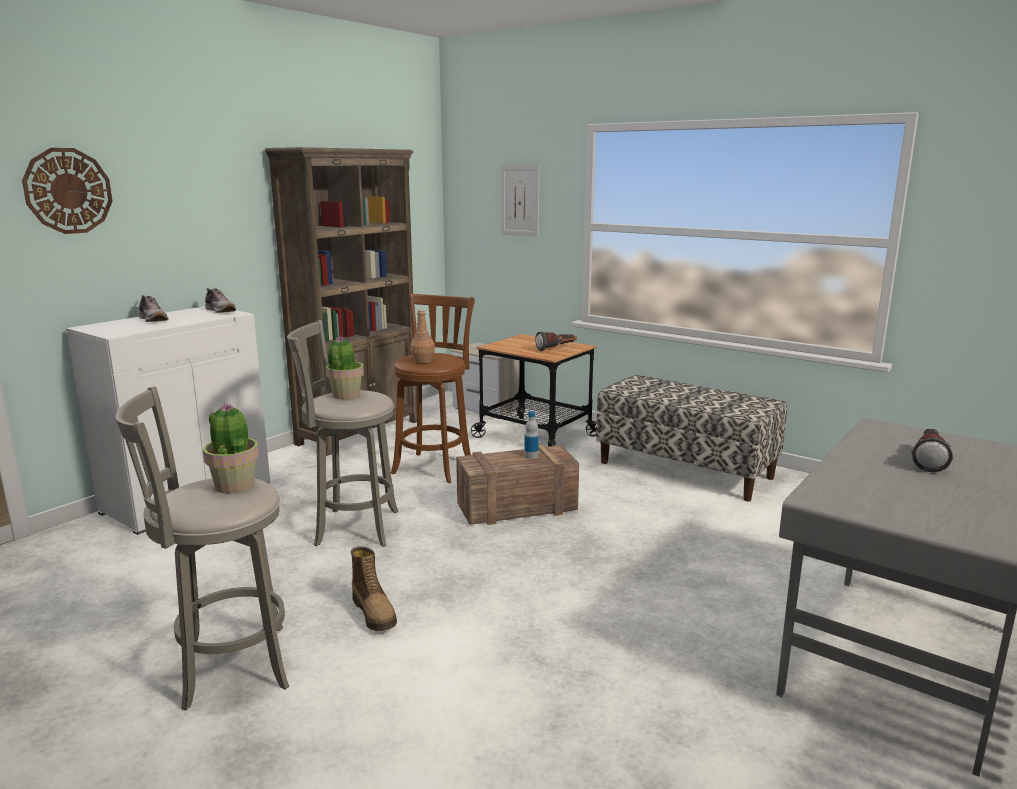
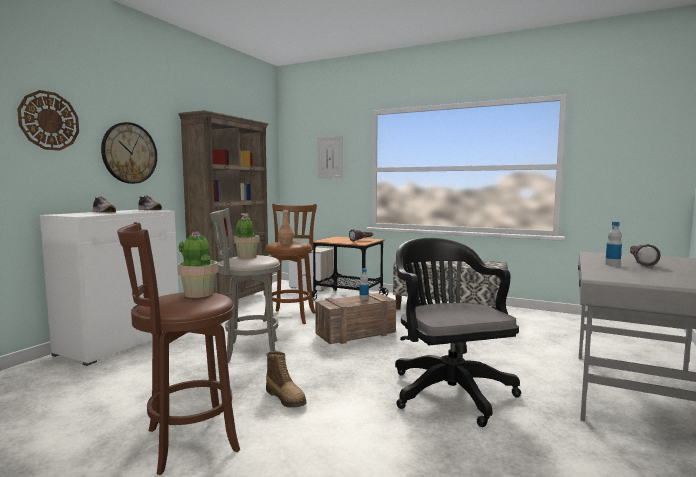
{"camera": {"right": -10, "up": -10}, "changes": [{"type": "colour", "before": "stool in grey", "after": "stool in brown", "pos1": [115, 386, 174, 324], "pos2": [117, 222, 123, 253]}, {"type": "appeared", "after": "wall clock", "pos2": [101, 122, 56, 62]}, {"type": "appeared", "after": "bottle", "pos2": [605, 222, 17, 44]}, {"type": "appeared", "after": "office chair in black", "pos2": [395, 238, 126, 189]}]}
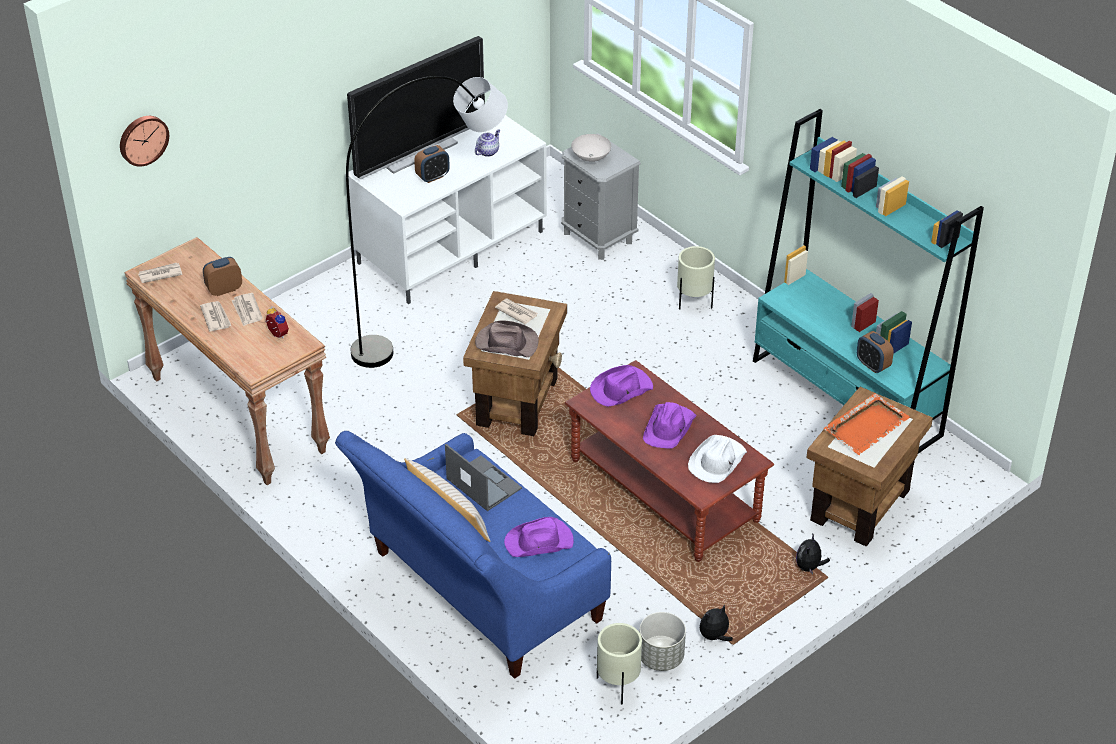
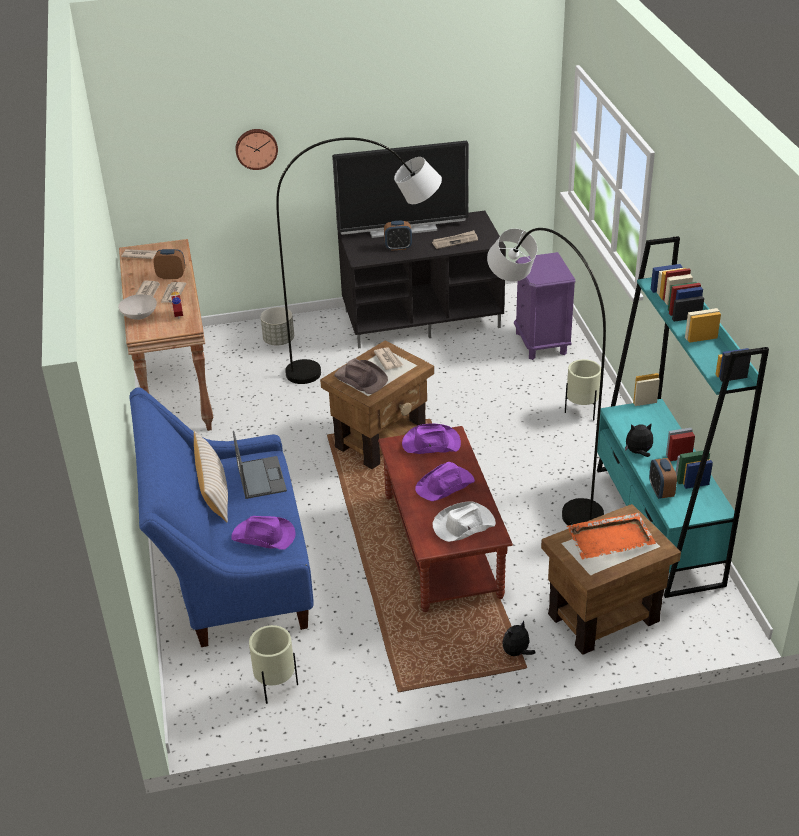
{"camera": {"right": 30, "up": -5}, "changes": [{"type": "colour", "before": "tv stand in white", "after": "tv stand in black", "pos1": [345, 115, 202, 189], "pos2": [338, 211, 168, 138]}, {"type": "relocated", "before": "wall clock", "pos1": [120, 116, 49, 51], "pos2": [235, 129, 43, 41]}, {"type": "exchanged", "before": "teapot", "after": "newspaper", "pos1": [475, 129, 25, 28], "pos2": [432, 230, 46, 19]}, {"type": "colour", "before": "nightstand in grey", "after": "nightstand in purple", "pos1": [561, 133, 80, 127], "pos2": [514, 252, 62, 108]}, {"type": "relocated", "before": "bowl in white", "pos1": [571, 134, 40, 28], "pos2": [118, 294, 39, 26]}, {"type": "relocated", "before": "plush toy", "pos1": [700, 605, 33, 36], "pos2": [625, 423, 28, 34]}, {"type": "relocated", "before": "planter in grey", "pos1": [639, 612, 47, 59], "pos2": [261, 307, 33, 38]}, {"type": "appeared", "after": "floor lamp in grey", "pos2": [487, 228, 119, 298]}]}
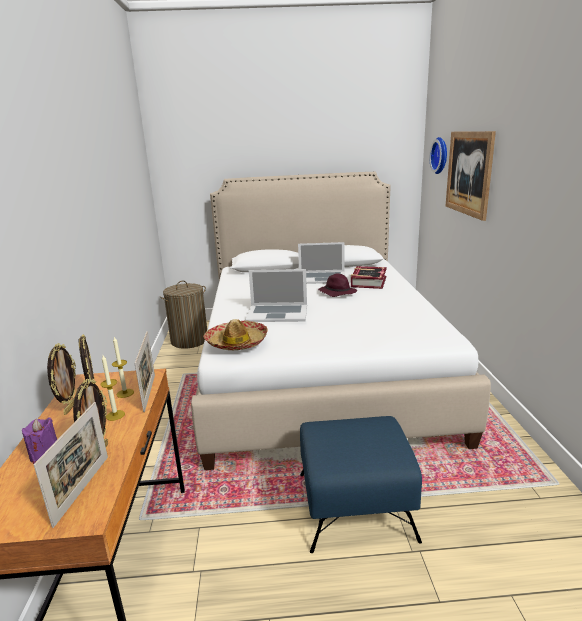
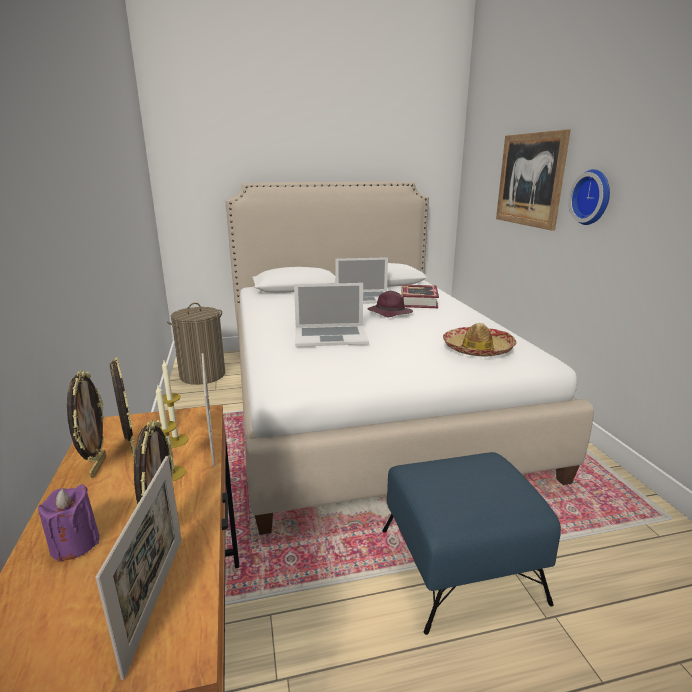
{"camera": {"right": -10, "up": 0}, "changes": [{"type": "relocated", "before": "wall clock", "pos1": [430, 137, 17, 37], "pos2": [569, 169, 41, 56]}, {"type": "relocated", "before": "hat", "pos1": [203, 319, 65, 31], "pos2": [443, 323, 74, 34]}]}
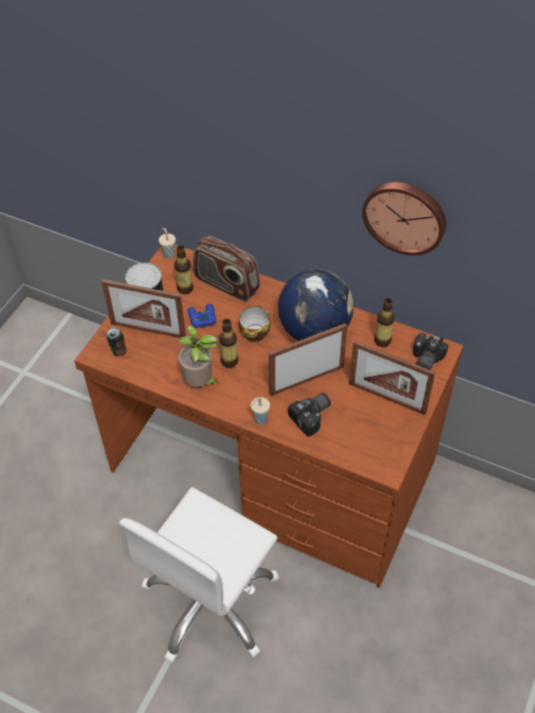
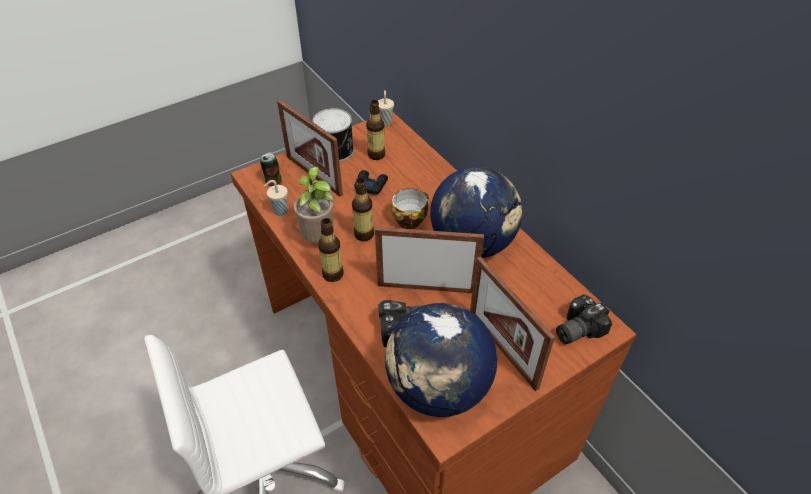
{"camera": {"right": 30, "up": -5}, "changes": [{"type": "missing", "before": "wall clock", "pos1": [362, 182, 84, 74]}, {"type": "missing", "before": "radio", "pos1": [193, 236, 67, 66]}, {"type": "relocated", "before": "bottle", "pos1": [374, 298, 21, 49], "pos2": [318, 218, 25, 64]}, {"type": "colour", "before": "game controller in blue", "after": "game controller in black", "pos1": [187, 304, 29, 24], "pos2": [355, 170, 33, 25]}, {"type": "relocated", "before": "cup in beige", "pos1": [250, 397, 20, 27], "pos2": [263, 180, 25, 36]}, {"type": "appeared", "after": "globe", "pos2": [385, 303, 112, 114]}]}
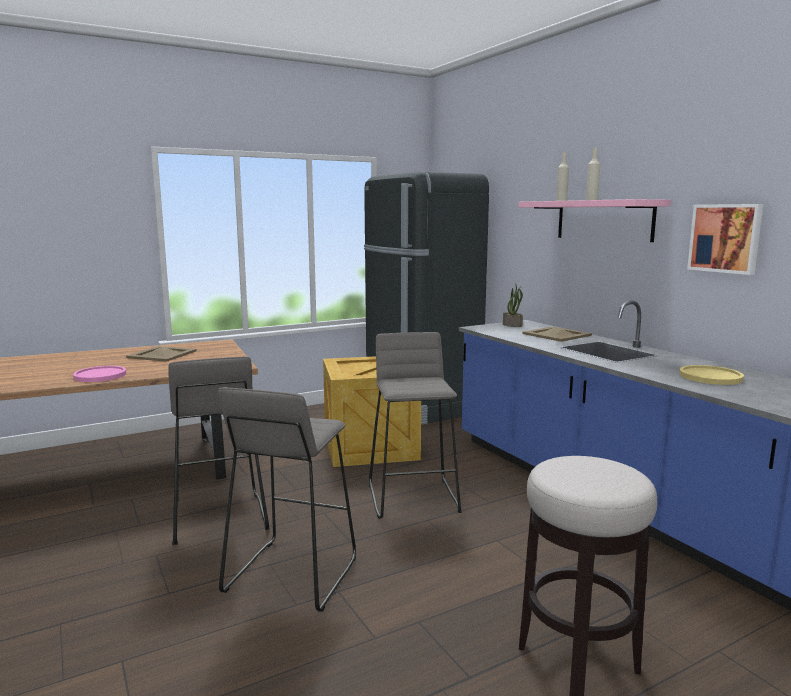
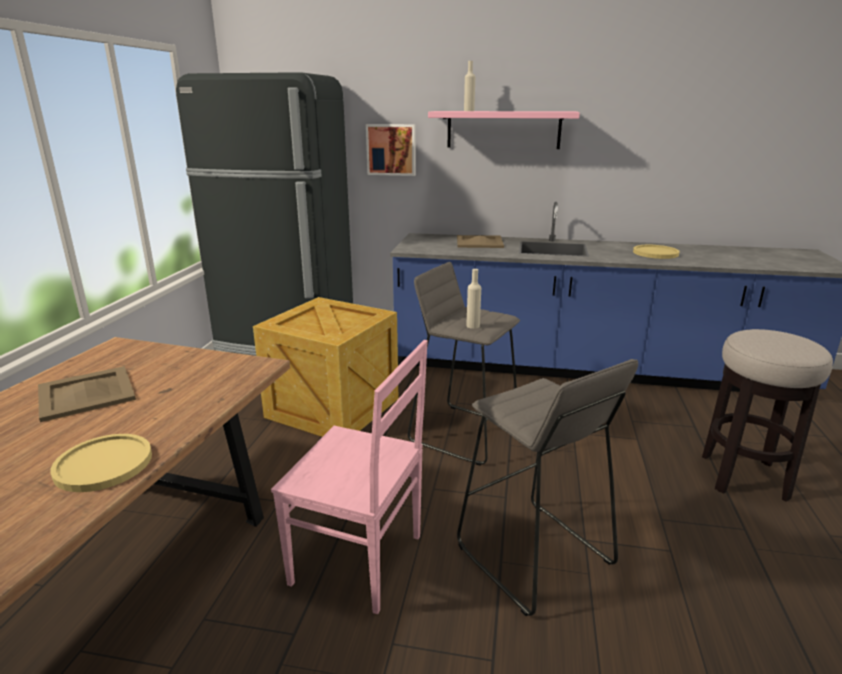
{"camera": {"right": -50, "up": 10}, "changes": [{"type": "relocated", "before": "bottle in beige", "pos1": [586, 148, 14, 52], "pos2": [466, 269, 15, 60]}, {"type": "relocated", "before": "picture", "pos1": [687, 204, 76, 71], "pos2": [366, 124, 50, 52]}, {"type": "missing", "before": "potted plant", "pos1": [503, 283, 20, 44]}, {"type": "exchanged", "before": "stool in grey", "after": "chair in pink", "pos1": [168, 356, 102, 189], "pos2": [271, 340, 157, 274]}, {"type": "colour", "before": "plate in pink", "after": "plate in yellow", "pos1": [73, 366, 53, 16], "pos2": [51, 434, 101, 58]}]}
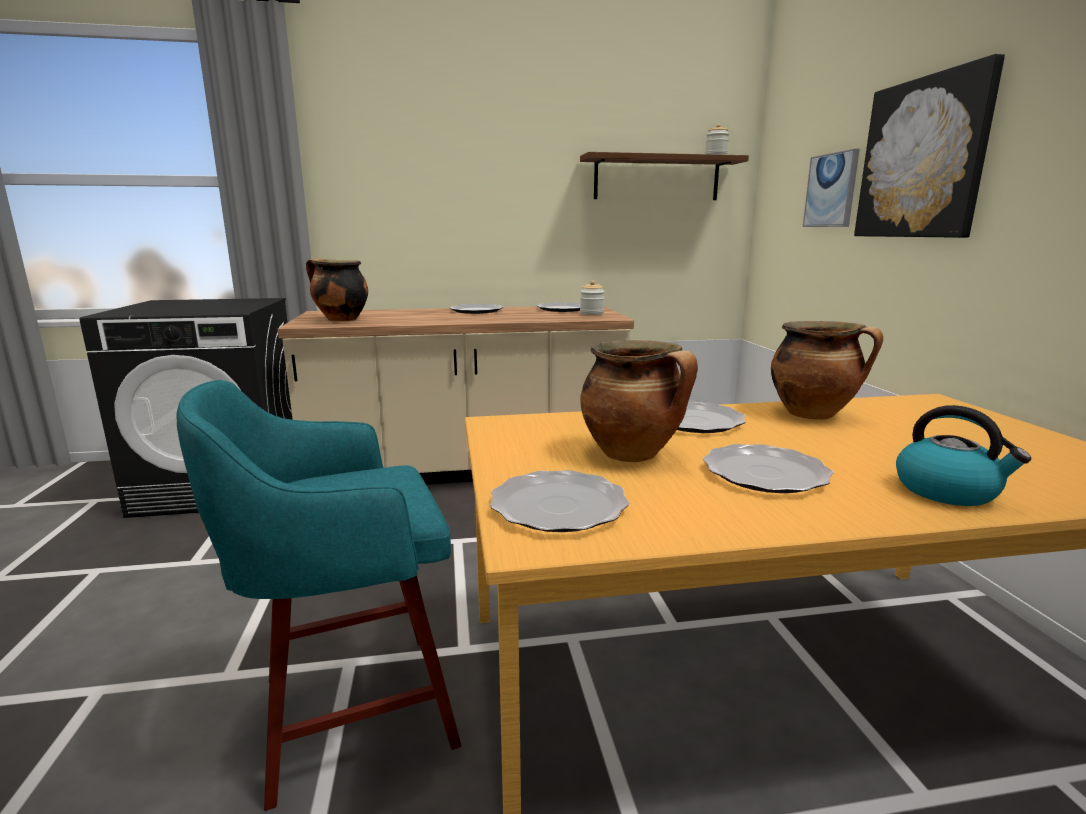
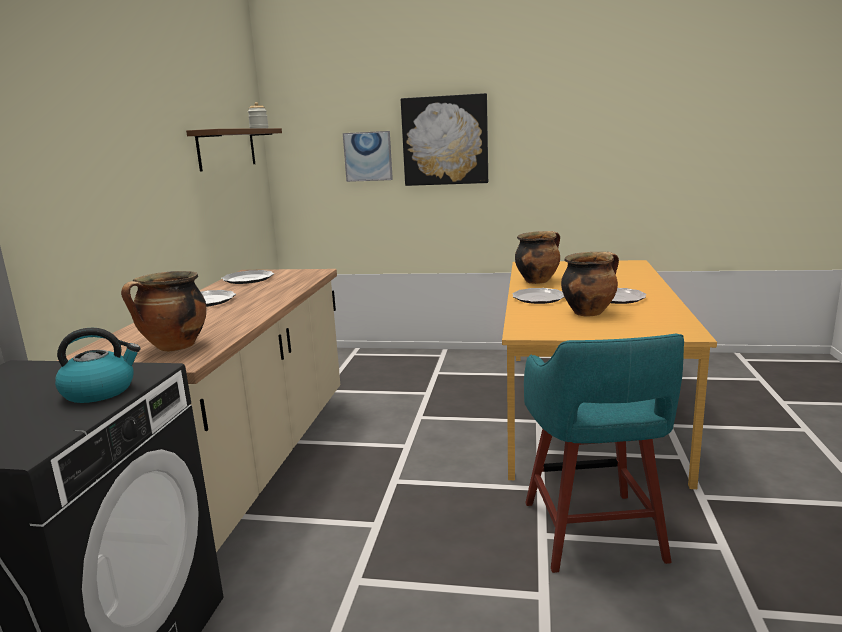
{"camera": {"right": -70, "up": 0}, "changes": [{"type": "missing", "before": "jar", "pos1": [580, 280, 24, 35]}, {"type": "relocated", "before": "kettle", "pos1": [896, 405, 135, 101], "pos2": [55, 328, 86, 75]}, {"type": "missing", "before": "plate", "pos1": [490, 470, 139, 62]}]}
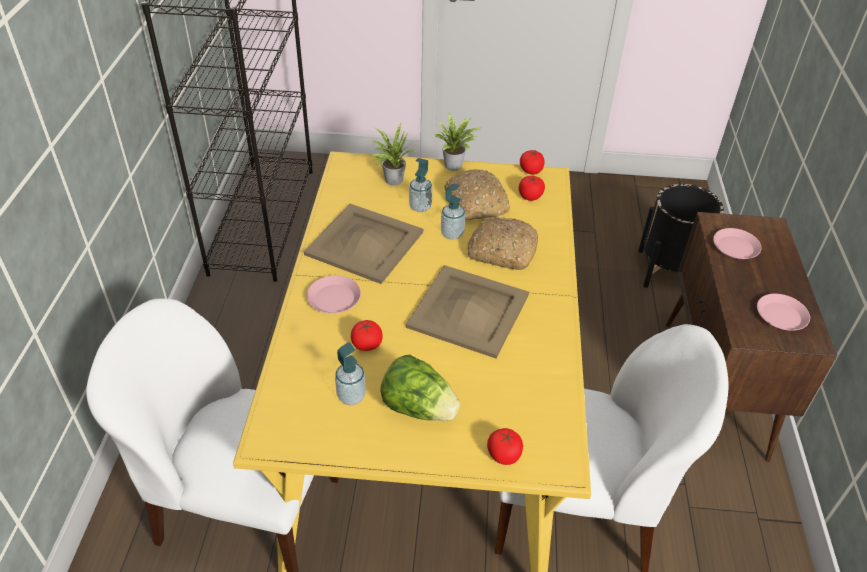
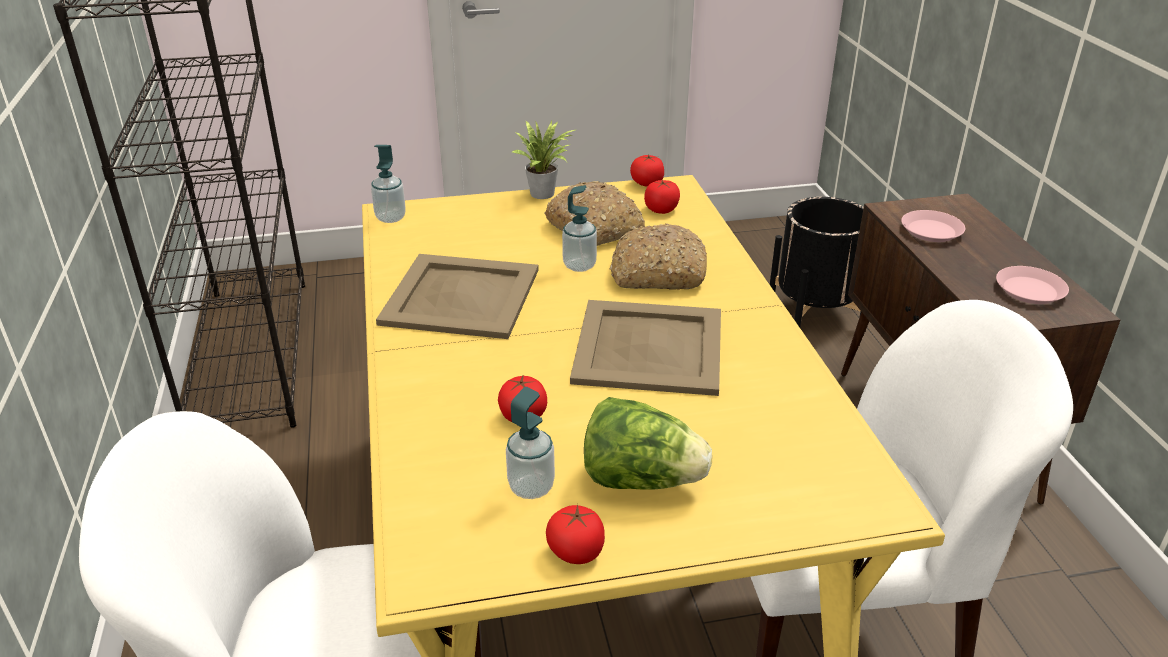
{"camera": {"right": -15, "up": -10}, "changes": [{"type": "missing", "before": "potted plant", "pos1": [367, 123, 48, 62]}, {"type": "relocated", "before": "soap dispenser", "pos1": [409, 158, 24, 54], "pos2": [371, 145, 35, 78]}, {"type": "missing", "before": "plate in pink", "pos1": [307, 275, 54, 39]}, {"type": "relocated", "before": "tomato", "pos1": [487, 428, 36, 37], "pos2": [546, 504, 59, 60]}]}
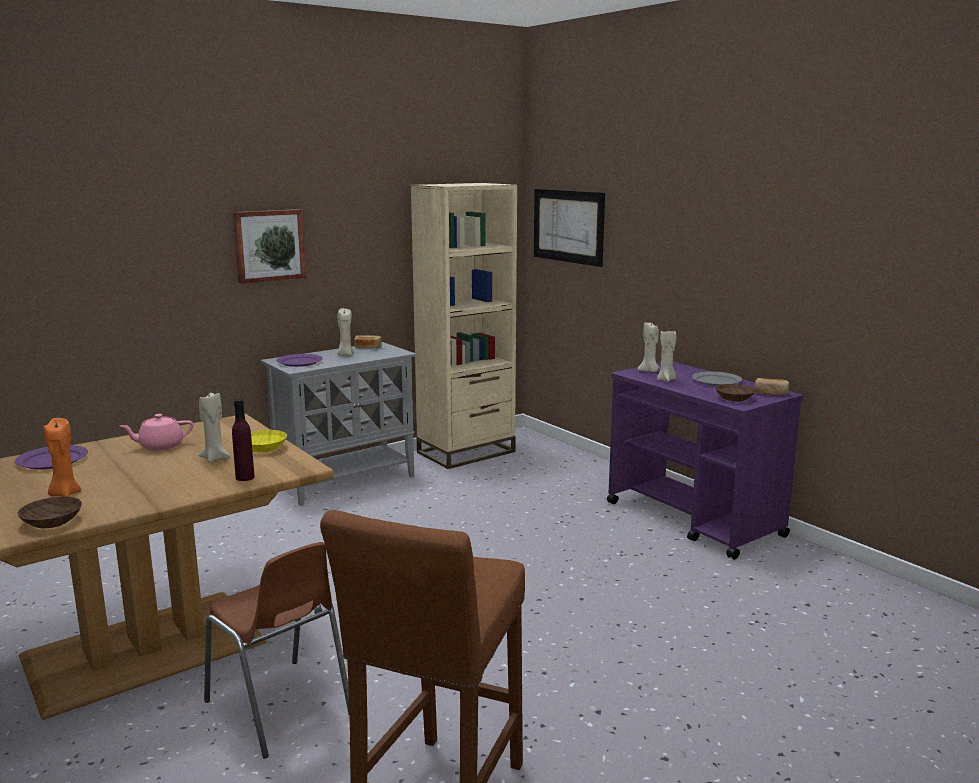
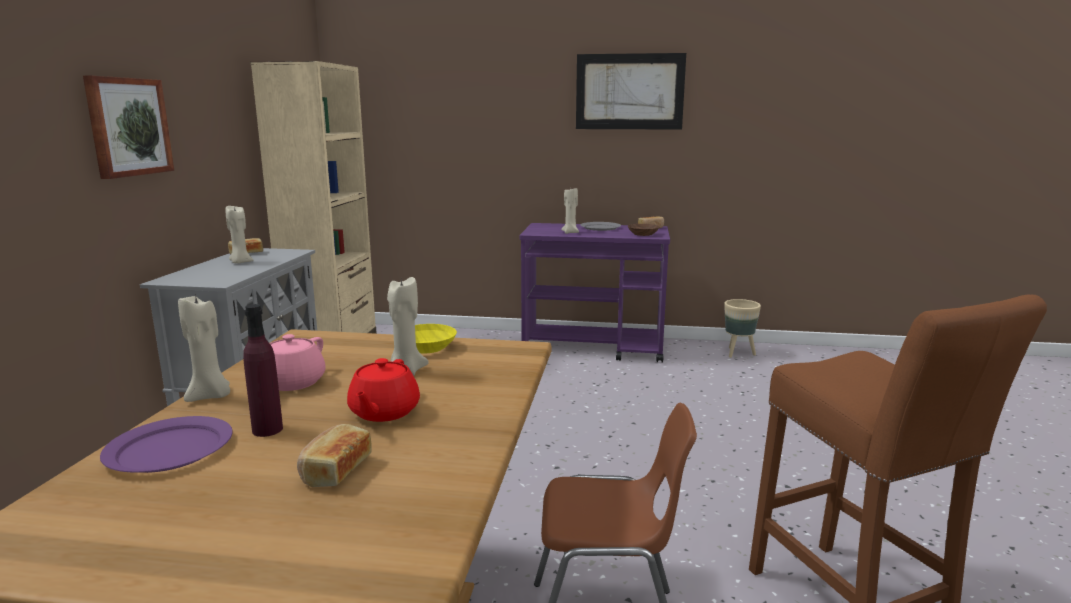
{"camera": {"right": -45, "up": 0}, "changes": [{"type": "relocated", "before": "picture", "pos1": [534, 189, 71, 78], "pos2": [576, 53, 110, 77]}, {"type": "relocated", "before": "candle in beige", "pos1": [638, 323, 22, 49], "pos2": [178, 294, 52, 108]}, {"type": "missing", "before": "plate in purple", "pos1": [276, 354, 47, 13]}, {"type": "relocated", "before": "bottle in purple", "pos1": [232, 399, 23, 82], "pos2": [243, 304, 40, 133]}, {"type": "exchanged", "before": "candle in orange", "after": "bread", "pos1": [43, 418, 38, 79], "pos2": [297, 424, 75, 63]}, {"type": "missing", "before": "bowl in brown", "pos1": [18, 497, 64, 31]}, {"type": "appeared", "after": "planter in beige", "pos2": [724, 299, 37, 59]}, {"type": "appeared", "after": "teapot in red", "pos2": [347, 358, 73, 64]}]}
